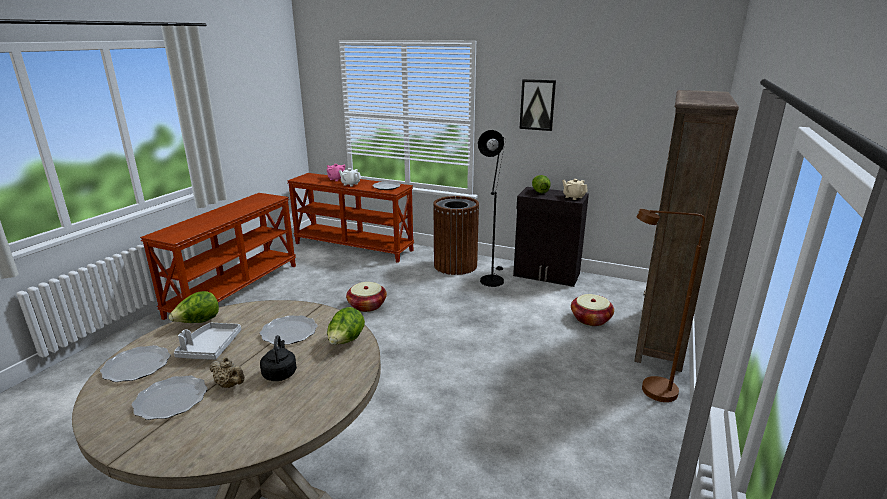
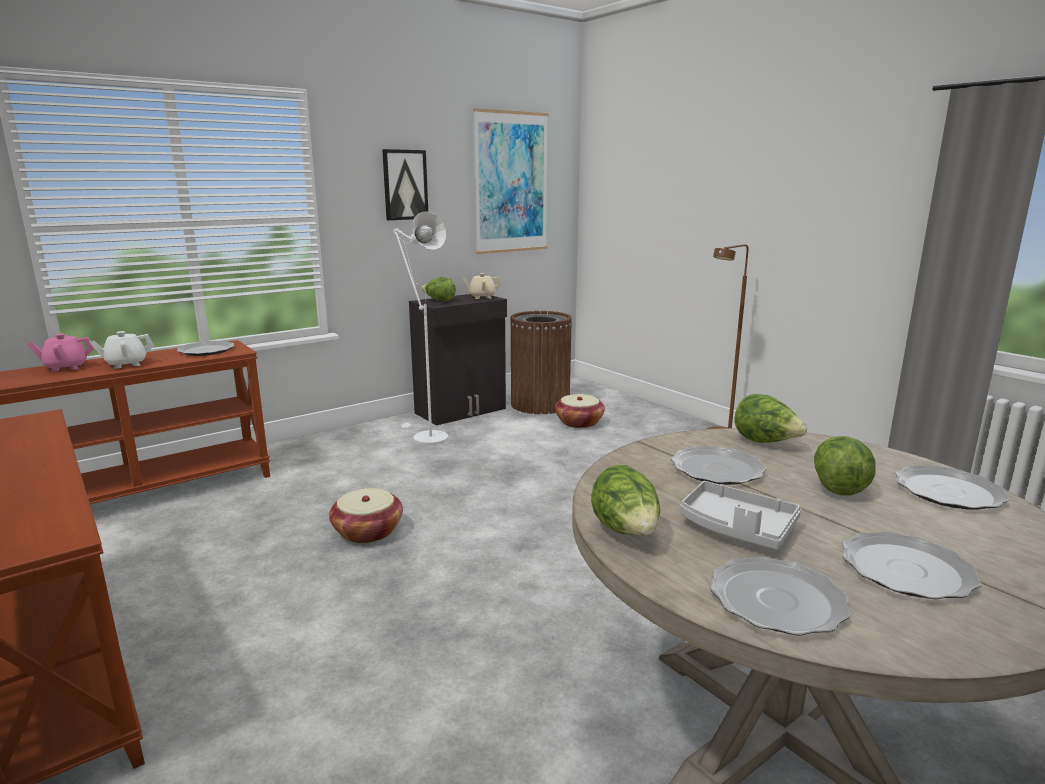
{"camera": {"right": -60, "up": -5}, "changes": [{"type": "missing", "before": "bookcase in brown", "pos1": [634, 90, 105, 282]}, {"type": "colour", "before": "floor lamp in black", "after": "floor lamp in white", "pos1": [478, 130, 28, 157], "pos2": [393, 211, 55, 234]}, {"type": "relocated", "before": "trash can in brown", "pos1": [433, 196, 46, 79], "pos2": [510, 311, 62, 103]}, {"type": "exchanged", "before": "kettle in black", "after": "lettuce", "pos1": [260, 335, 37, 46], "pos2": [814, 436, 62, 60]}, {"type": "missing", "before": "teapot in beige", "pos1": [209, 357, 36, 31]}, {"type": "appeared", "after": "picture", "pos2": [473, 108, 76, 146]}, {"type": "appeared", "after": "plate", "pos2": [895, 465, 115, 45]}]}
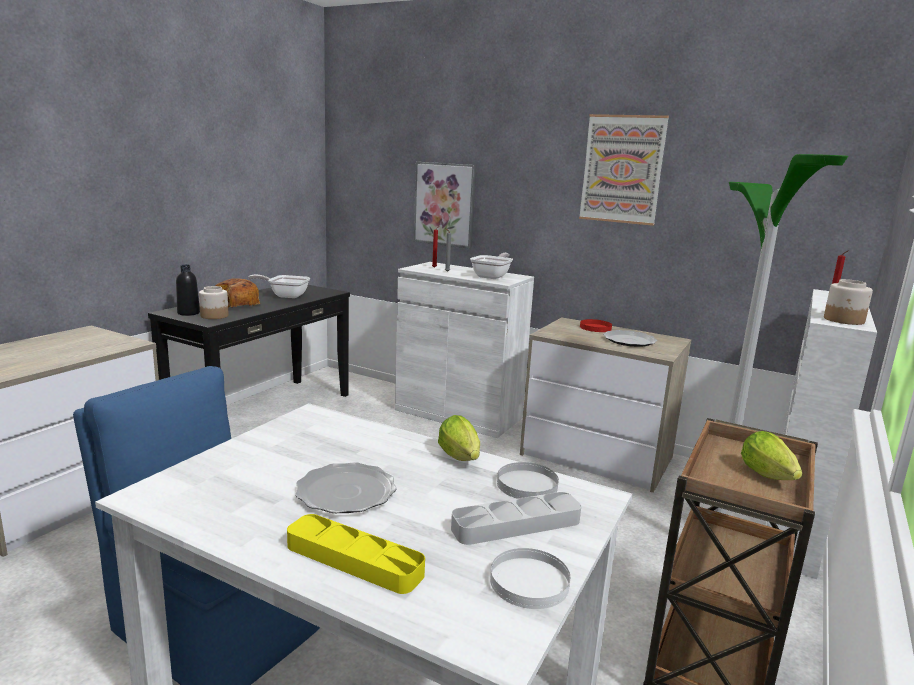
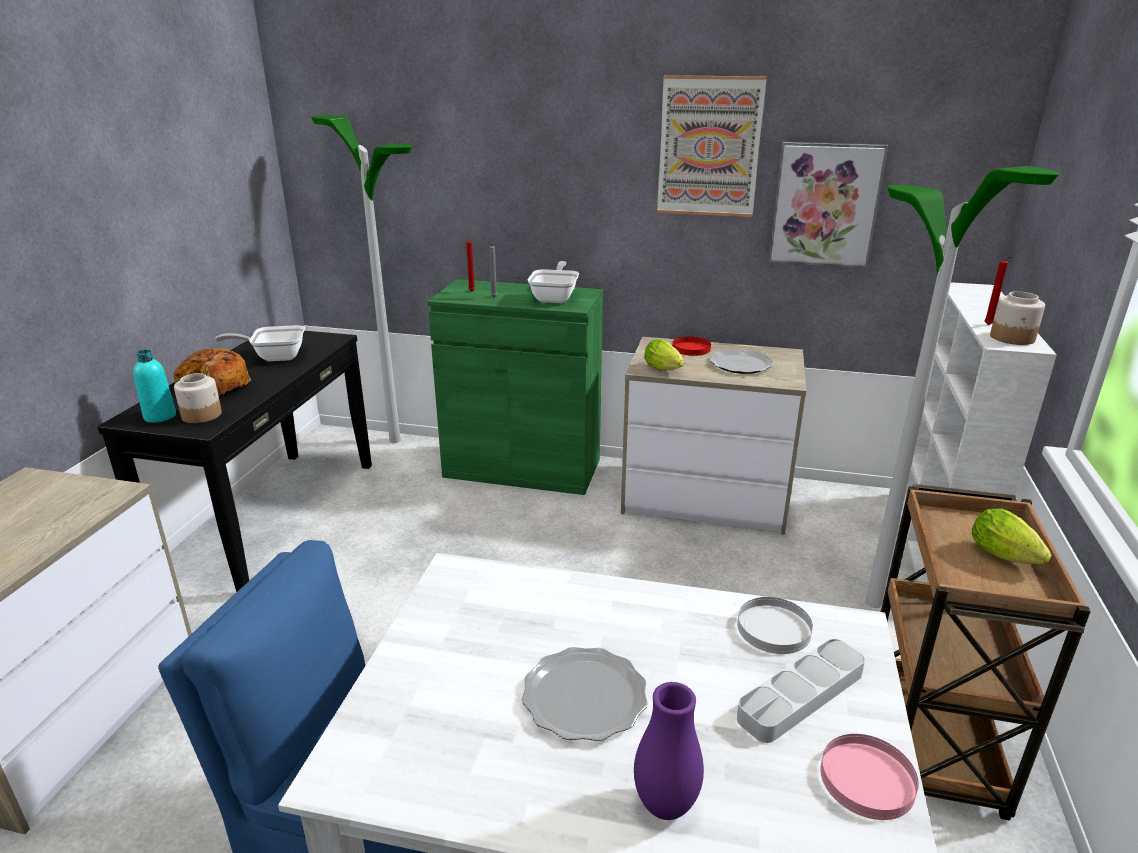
{"camera": {"right": -15, "up": 10}, "changes": [{"type": "relocated", "before": "picture", "pos1": [414, 162, 62, 86], "pos2": [769, 142, 119, 126]}, {"type": "colour", "before": "cabinet in white", "after": "cabinet in green", "pos1": [395, 262, 139, 176], "pos2": [428, 279, 175, 216]}, {"type": "colour", "before": "bottle in black", "after": "bottle in turquoise", "pos1": [176, 265, 24, 51], "pos2": [133, 350, 43, 73]}, {"type": "relocated", "before": "lettuce", "pos1": [438, 415, 42, 46], "pos2": [644, 339, 41, 31]}, {"type": "exchanged", "before": "tray in yellow", "after": "vase in purple", "pos1": [287, 514, 138, 80], "pos2": [634, 682, 70, 138]}, {"type": "colour", "before": "plate in white", "after": "plate in pink", "pos1": [490, 548, 80, 61], "pos2": [820, 734, 99, 86]}, {"type": "appeared", "after": "floor lamp", "pos2": [311, 115, 101, 328]}]}
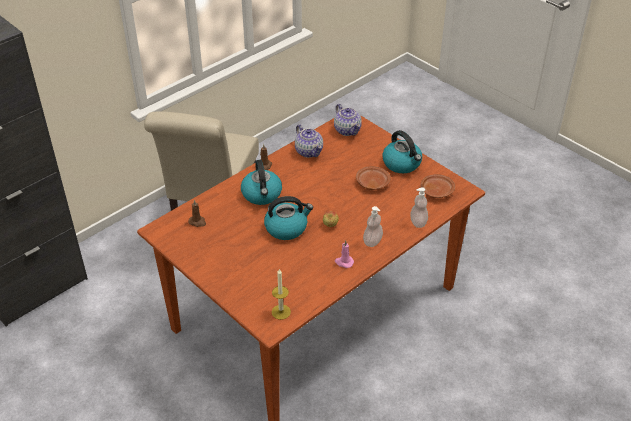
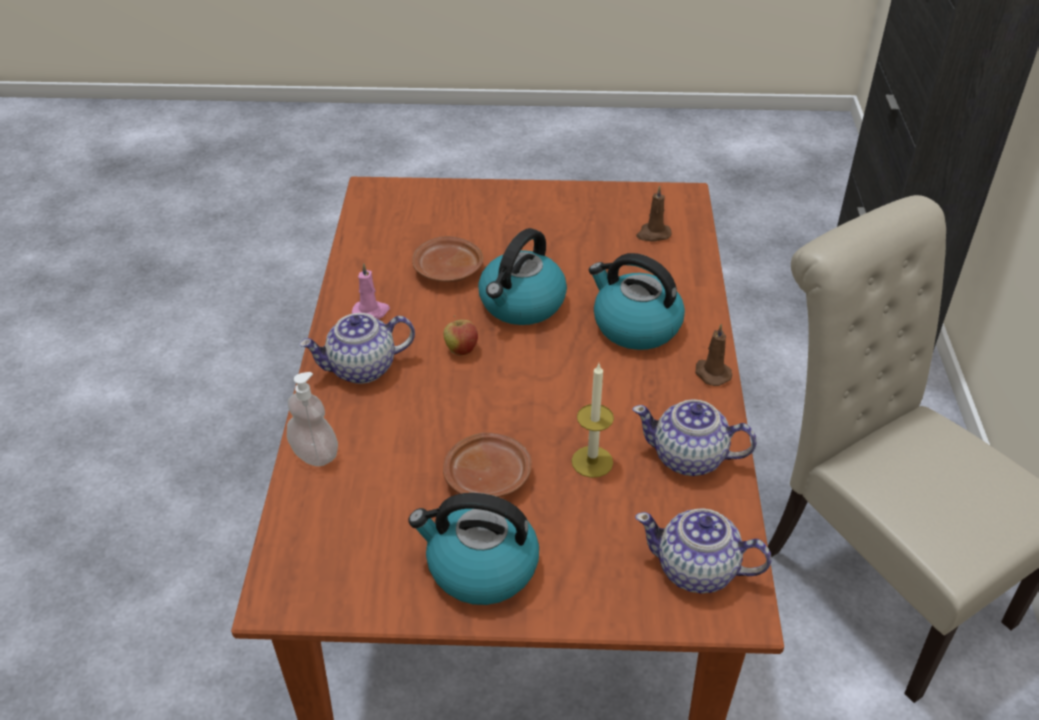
{"camera": {"right": 135, "up": 0}, "changes": [{"type": "relocated", "before": "plate in brown", "pos1": [420, 174, 35, 24], "pos2": [412, 236, 71, 46]}, {"type": "exchanged", "before": "soap dispenser", "after": "teapot", "pos1": [363, 206, 20, 41], "pos2": [299, 313, 116, 71]}, {"type": "relocated", "before": "candle", "pos1": [272, 269, 19, 51], "pos2": [572, 364, 42, 114]}]}
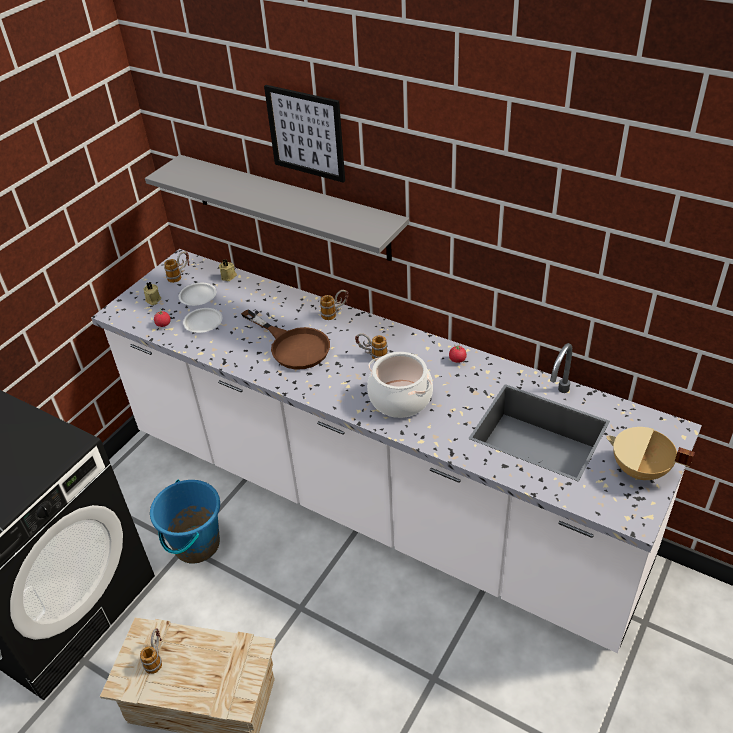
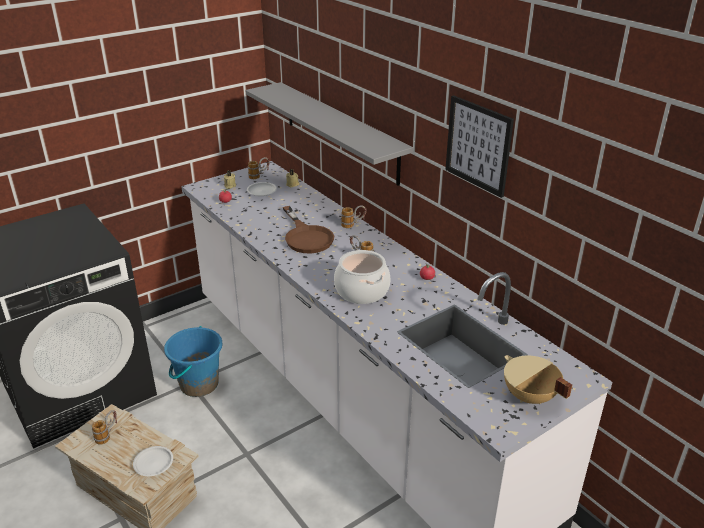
{"camera": {"right": 20, "up": -10}, "changes": [{"type": "relocated", "before": "picture", "pos1": [264, 85, 81, 98], "pos2": [445, 95, 69, 103]}, {"type": "relocated", "before": "plate in white", "pos1": [183, 308, 39, 25], "pos2": [133, 446, 40, 30]}]}
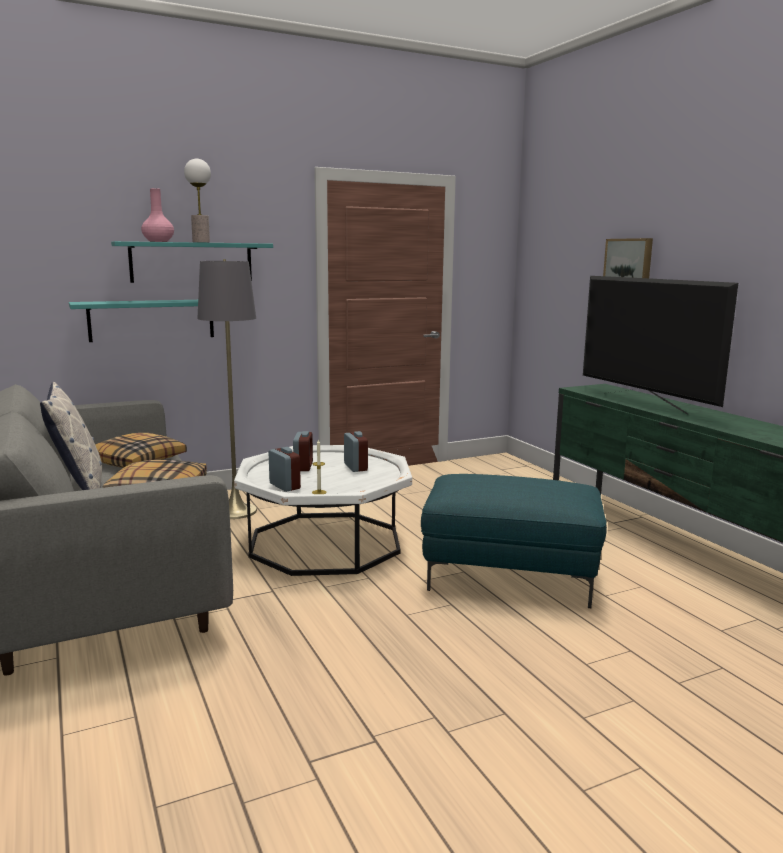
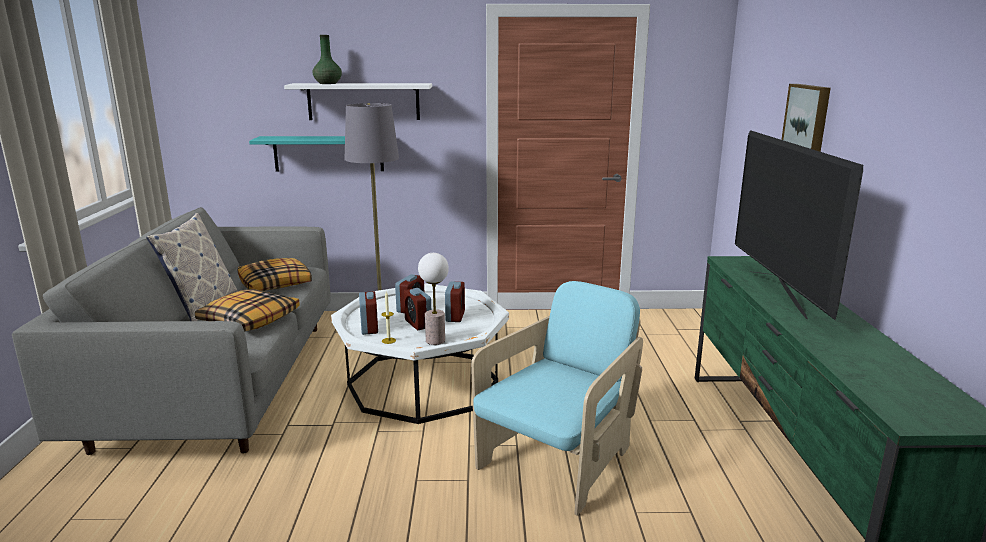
{"camera": {"right": 25, "up": 5}, "changes": [{"type": "relocated", "before": "table lamp", "pos1": [184, 158, 27, 84], "pos2": [418, 253, 31, 92]}, {"type": "colour", "before": "vase in pink", "after": "vase in green", "pos1": [141, 188, 33, 54], "pos2": [313, 35, 29, 49]}, {"type": "colour", "before": "shelf in turquoise", "after": "shelf in white", "pos1": [111, 241, 162, 42], "pos2": [284, 83, 148, 37]}, {"type": "exchanged", "before": "ottoman in turquoise", "after": "armchair in turquoise", "pos1": [421, 474, 186, 134], "pos2": [471, 281, 172, 235]}, {"type": "appeared", "after": "alarm clock", "pos2": [404, 288, 27, 42]}]}
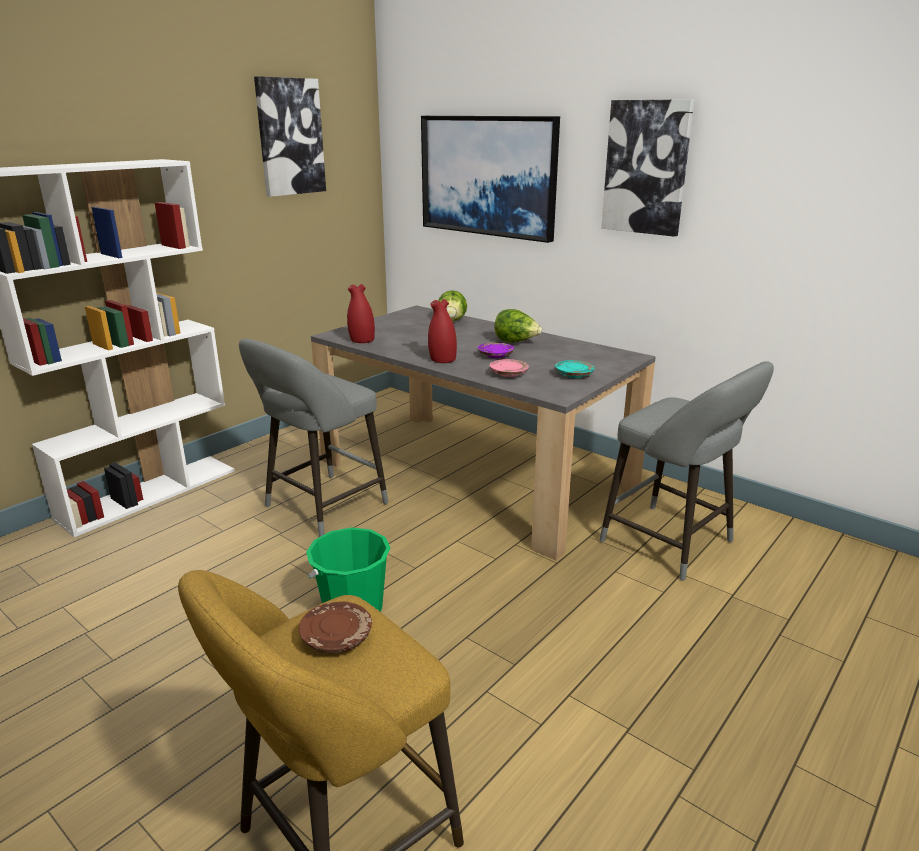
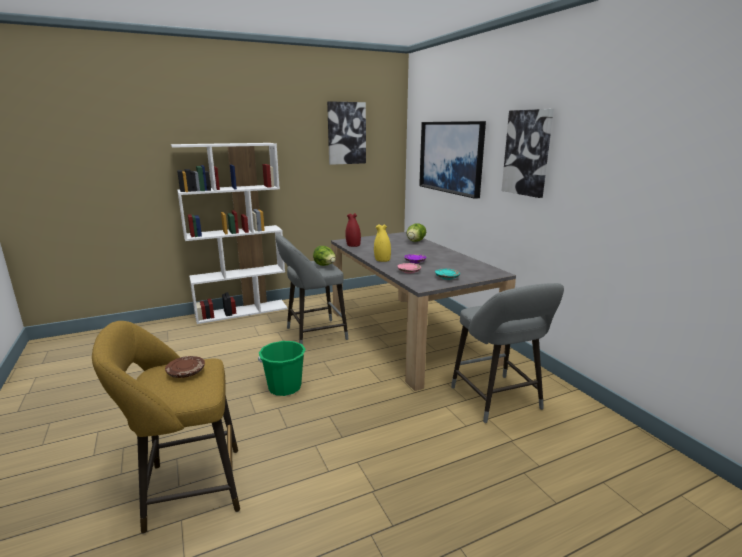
{"camera": {"right": 25, "up": -5}, "changes": [{"type": "colour", "before": "vase in red", "after": "vase in yellow", "pos1": [428, 299, 29, 64], "pos2": [374, 224, 17, 38]}, {"type": "relocated", "before": "lettuce", "pos1": [494, 309, 48, 34], "pos2": [313, 246, 23, 20]}]}
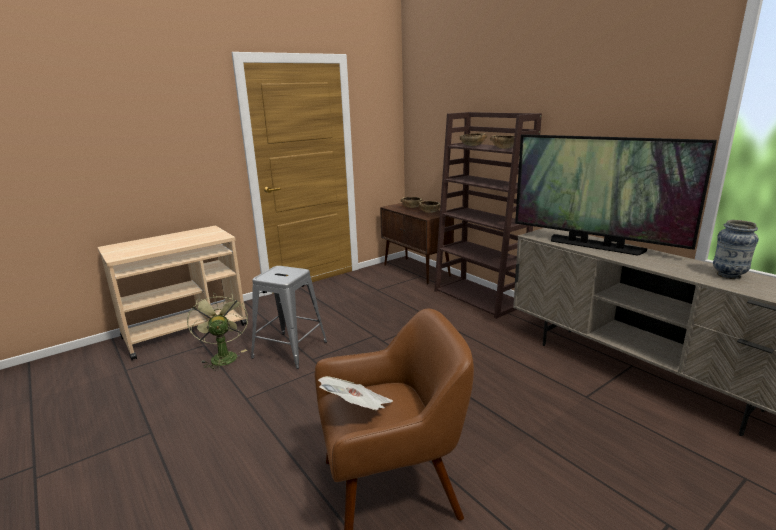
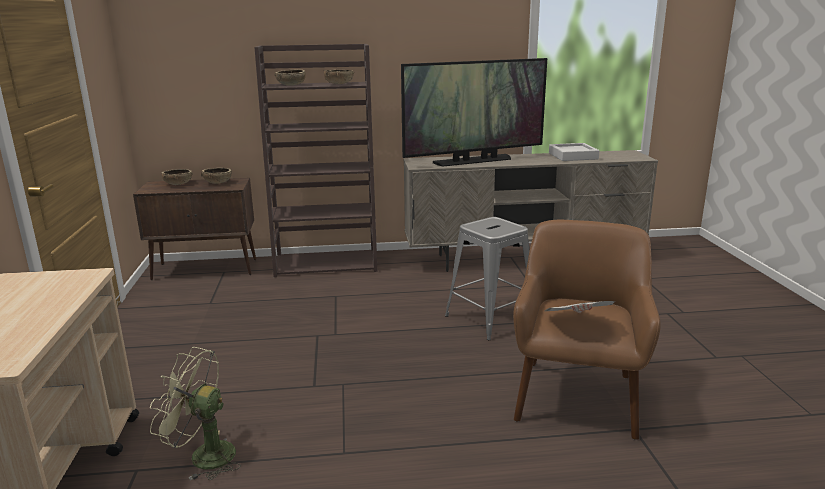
{"camera": {"right": -60, "up": 0}, "changes": [{"type": "exchanged", "before": "vase", "after": "tray in grey", "pos1": [713, 220, 46, 59], "pos2": [549, 143, 50, 18]}, {"type": "relocated", "before": "stool in grey", "pos1": [251, 266, 76, 103], "pos2": [445, 217, 84, 124]}]}
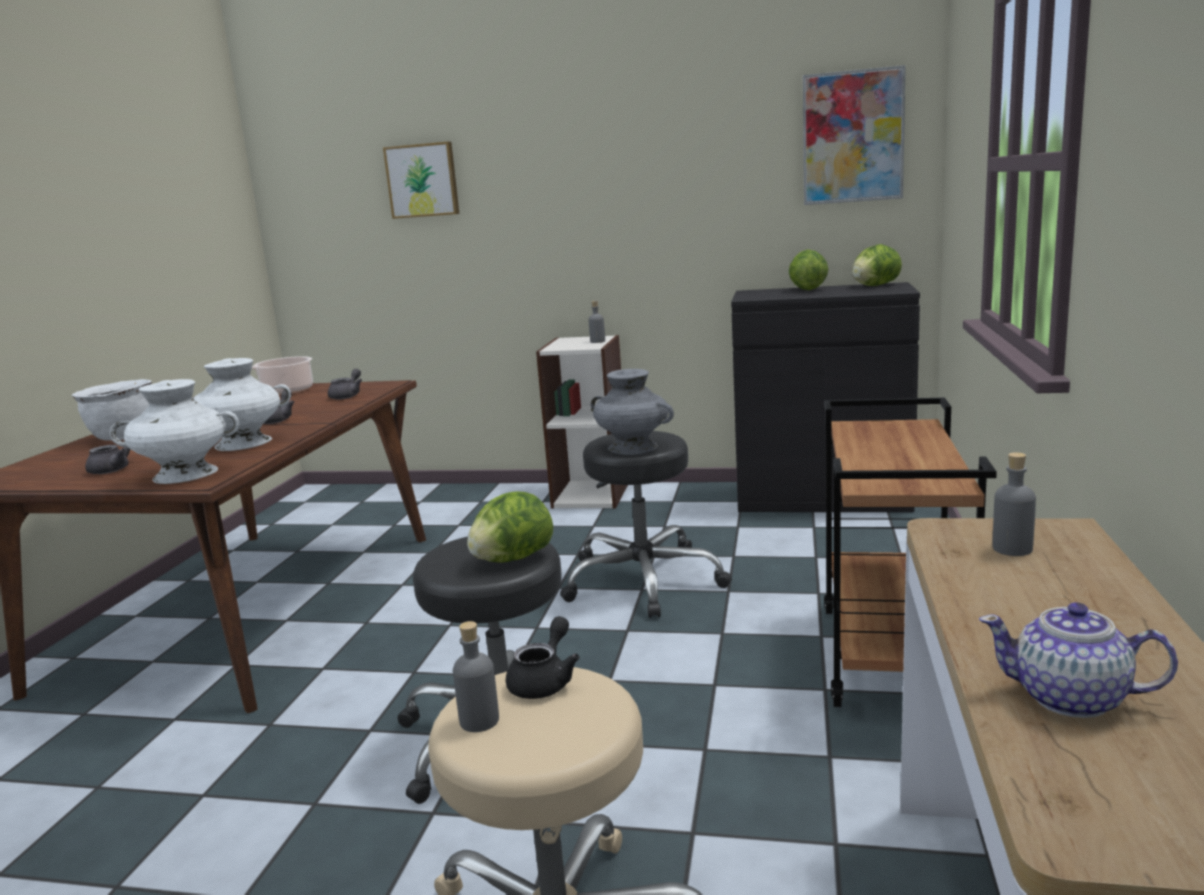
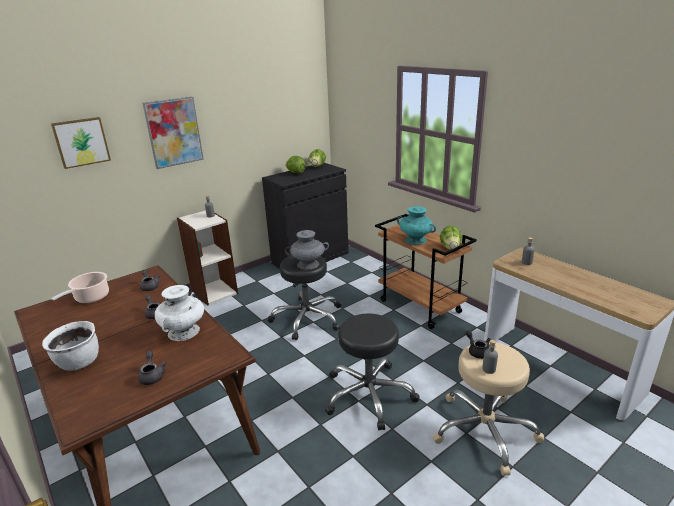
{"camera": {"right": -50, "up": 10}, "changes": [{"type": "relocated", "before": "picture", "pos1": [803, 65, 103, 140], "pos2": [142, 97, 62, 72]}, {"type": "missing", "before": "vase in white", "pos1": [109, 379, 130, 105]}, {"type": "relocated", "before": "lettuce", "pos1": [467, 491, 86, 72], "pos2": [440, 226, 22, 24]}, {"type": "missing", "before": "teapot", "pos1": [979, 602, 199, 116]}, {"type": "appeared", "after": "vase in turquoise", "pos2": [397, 206, 39, 39]}]}
